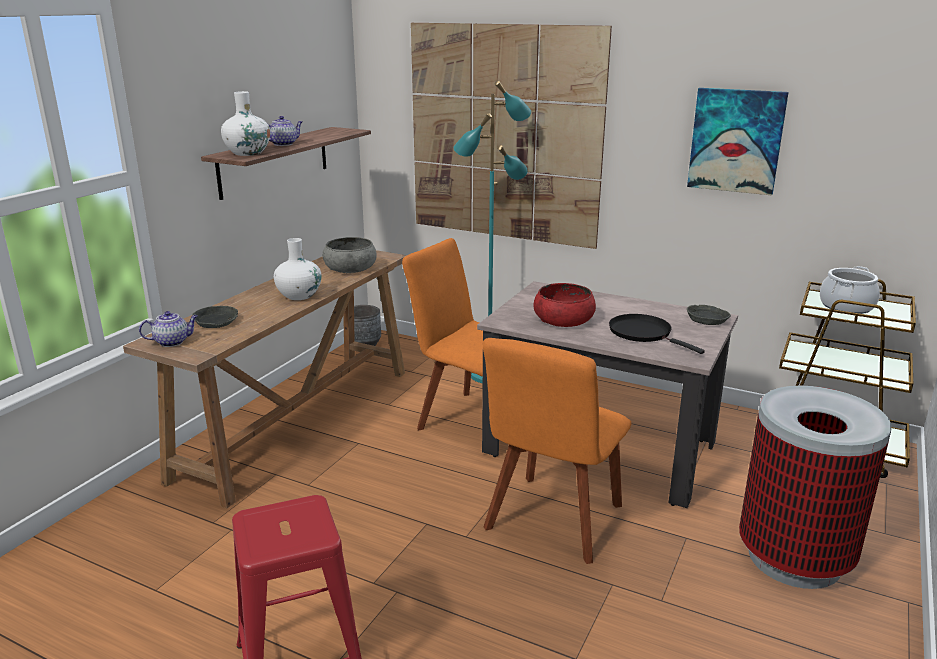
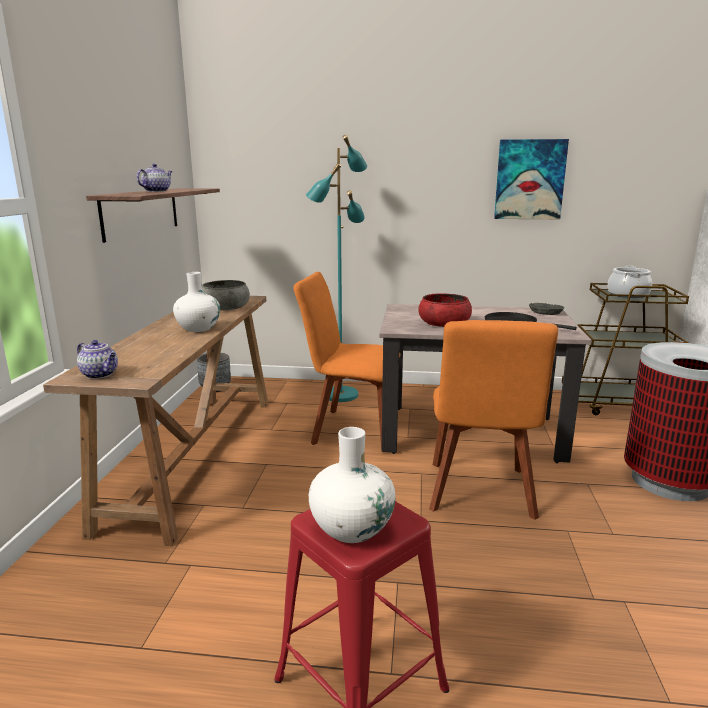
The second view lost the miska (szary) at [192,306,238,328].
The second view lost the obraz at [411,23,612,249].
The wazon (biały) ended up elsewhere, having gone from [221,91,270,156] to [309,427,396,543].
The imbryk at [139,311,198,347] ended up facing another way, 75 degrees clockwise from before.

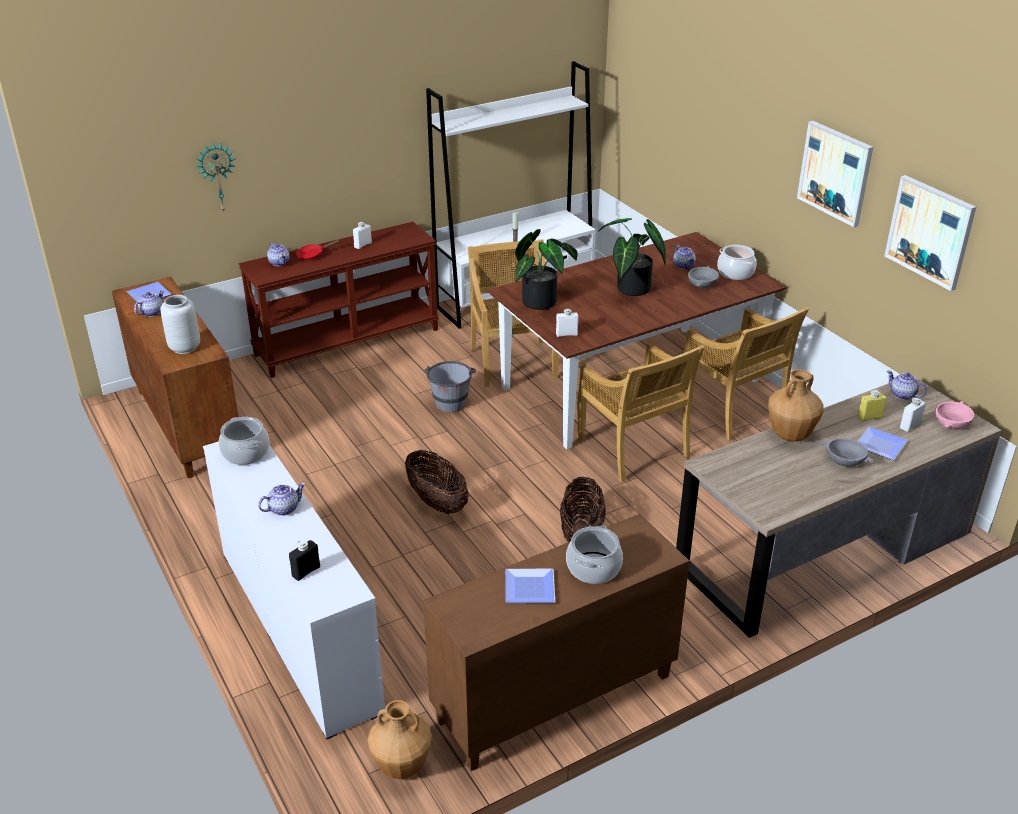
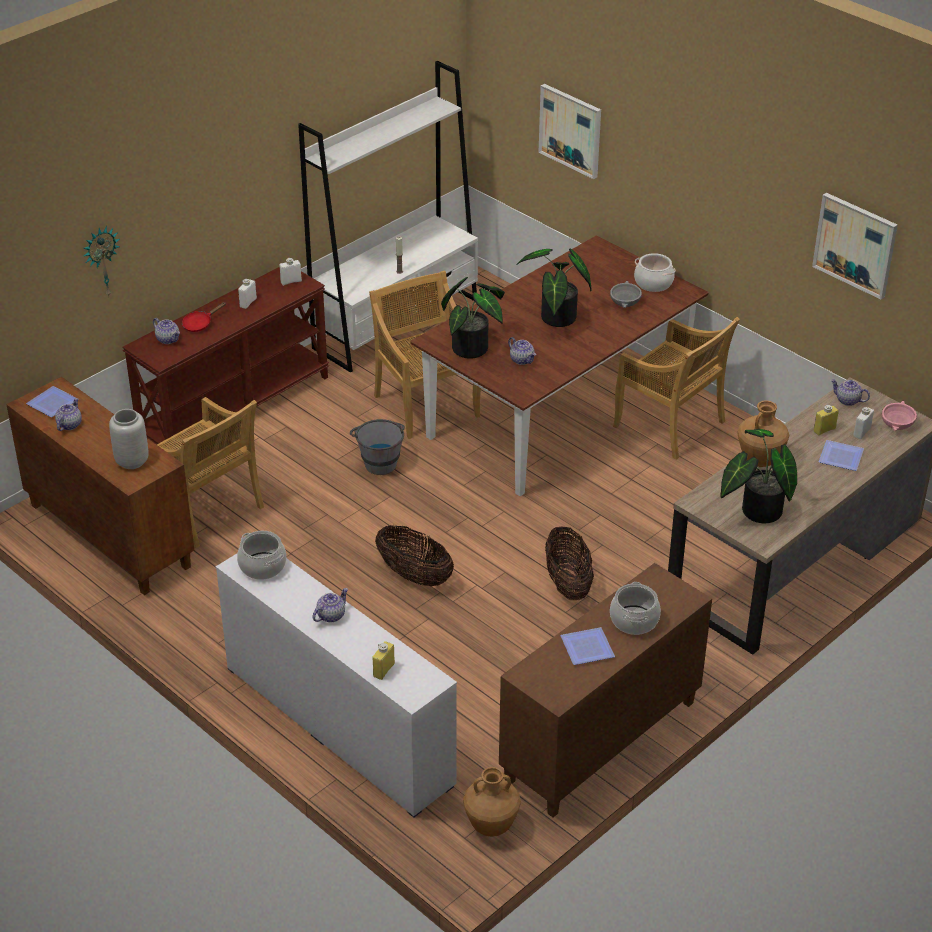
The second view lost the miska (szary) at [820,438,874,466].
The second view gained the roślina doniczkowa at [720,429,797,523].
The butelka (biały) ended up elsewhere, having gone from [556,309,579,337] to [279,258,302,285].
The krzesło (beżowy) ended up elsewhere, having gone from [577,343,705,482] to [157,397,264,548].
The imbryk ended up elsewhere, having gone from [673,245,696,269] to [508,337,536,365].
The obraz ended up elsewhere, having gone from [797,121,873,227] to [539,84,601,179].
What was the butelka (czarny) at [289,540,320,581] turned into the butelka (żółty) at [373,641,395,680].

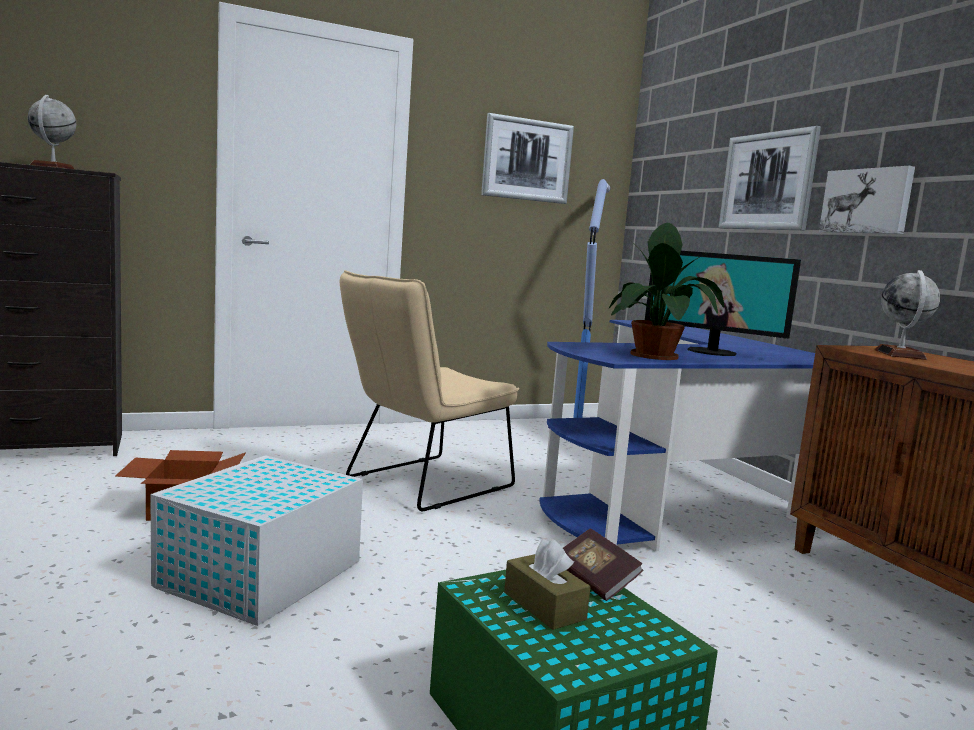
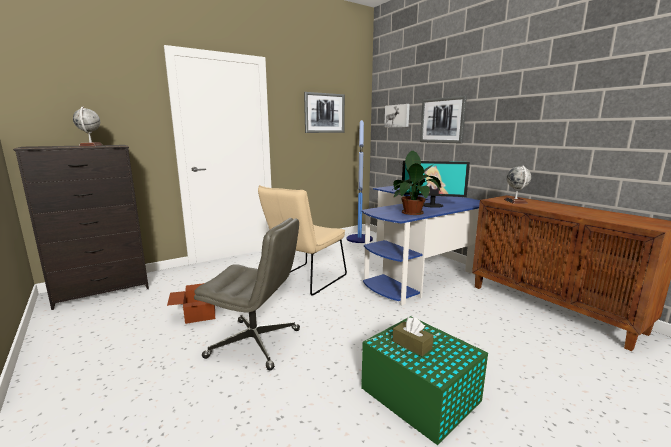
The second view lost the książka at [563,528,643,601].
The obraz ended up elsewhere, having gone from [819,166,915,234] to [384,104,410,127].
Where the pojemnik do przechowywania (biały) stood at [150,455,363,626], the krzesło biurowe (szary) came to stand at [194,218,300,370].

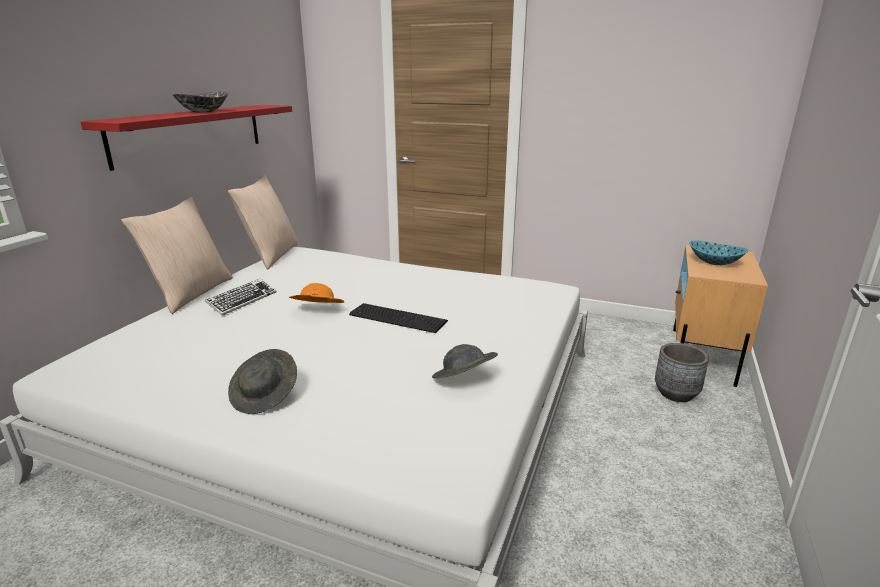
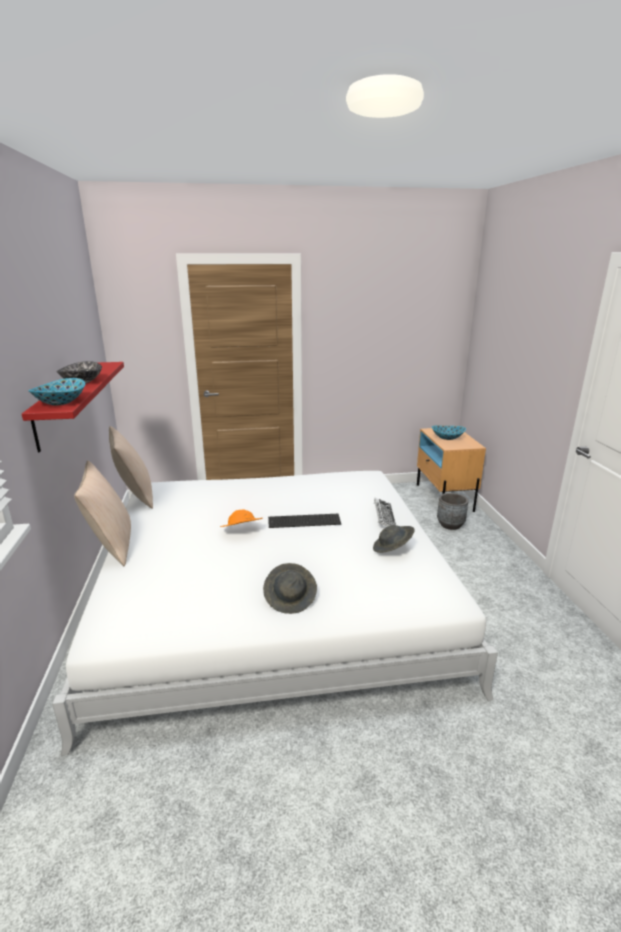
The second view gained the miska at [28,378,85,405].
The klawiatura ended up elsewhere, having gone from [205,278,276,316] to [374,498,396,526].

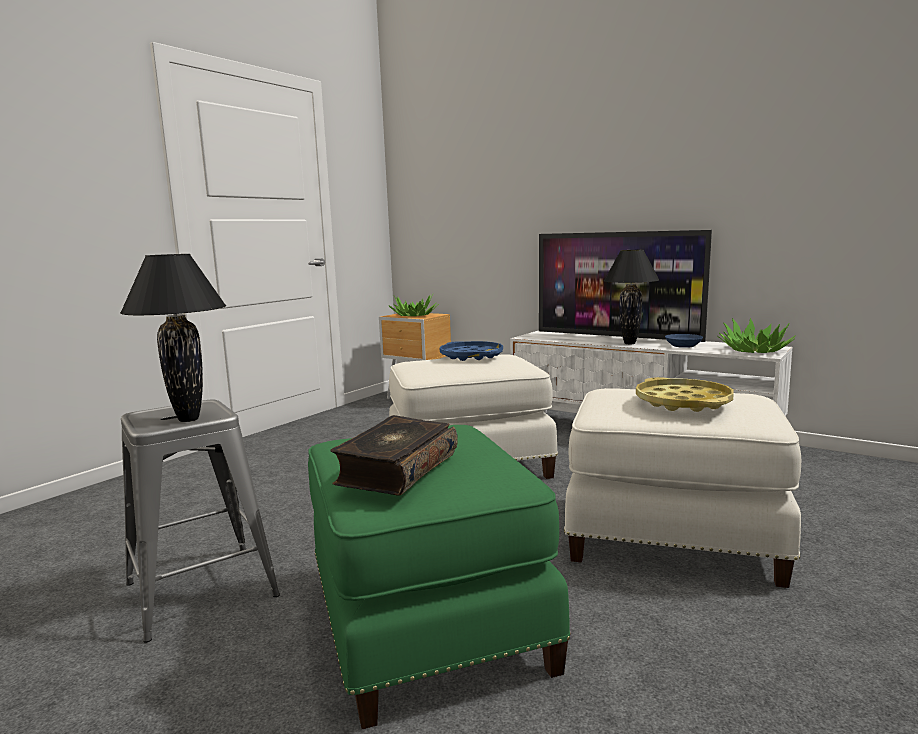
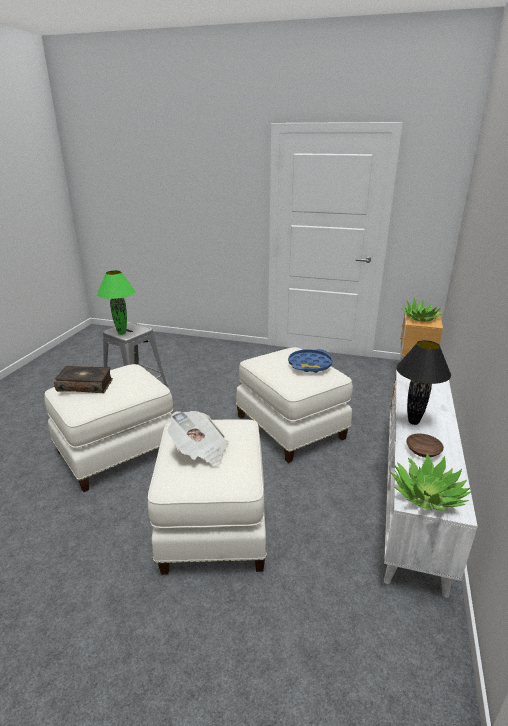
The second view lost the telewizor at [539,230,712,342].
Where the taca (żółty) stood at [636,377,734,412], the gazeta came to stand at [167,411,229,466].
What was the lampa stołowa (czarny) at [120,254,226,422] turned into the lampa stołowa (zielony) at [97,270,136,335].
What was the pufa (zielony) at [308,425,571,729] turned into the pufa (biały) at [44,364,173,492].
What was the miska (niebieski) at [665,334,703,348] turned into the miska (brązowy) at [406,434,444,457].

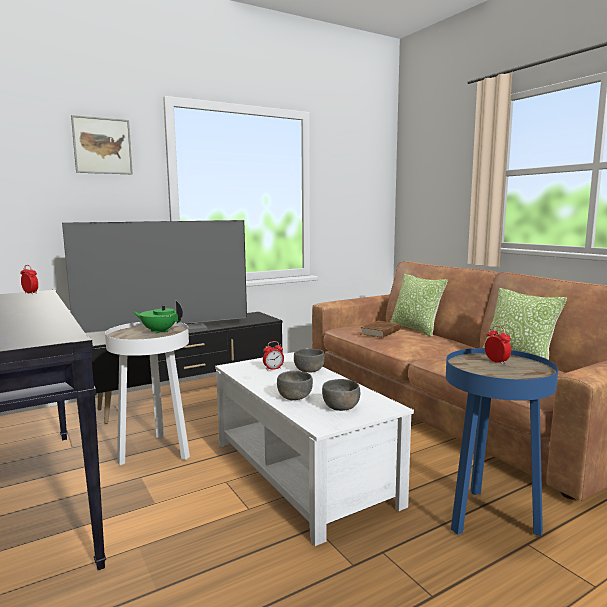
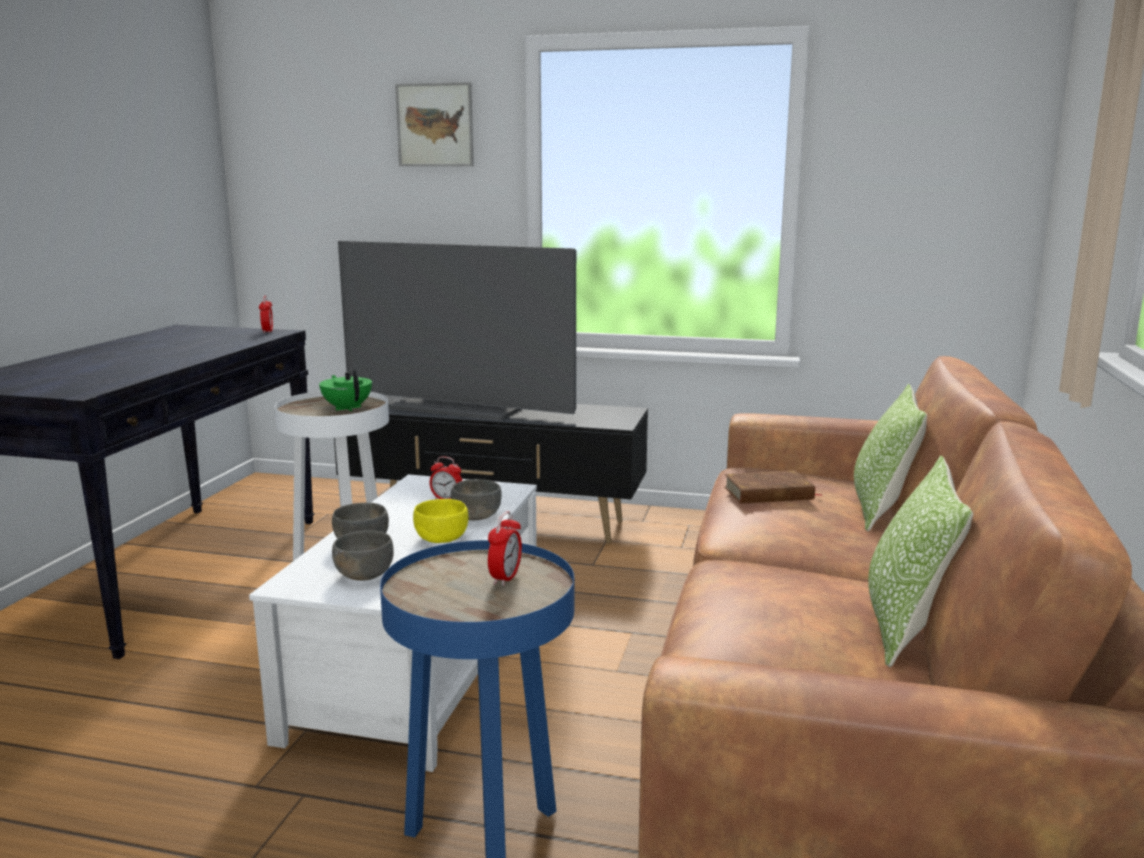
The second view gained the miska (żółty) at [413,499,468,543].

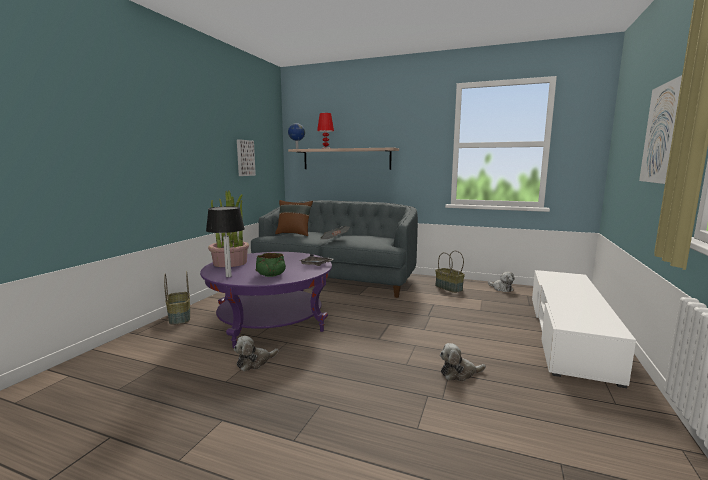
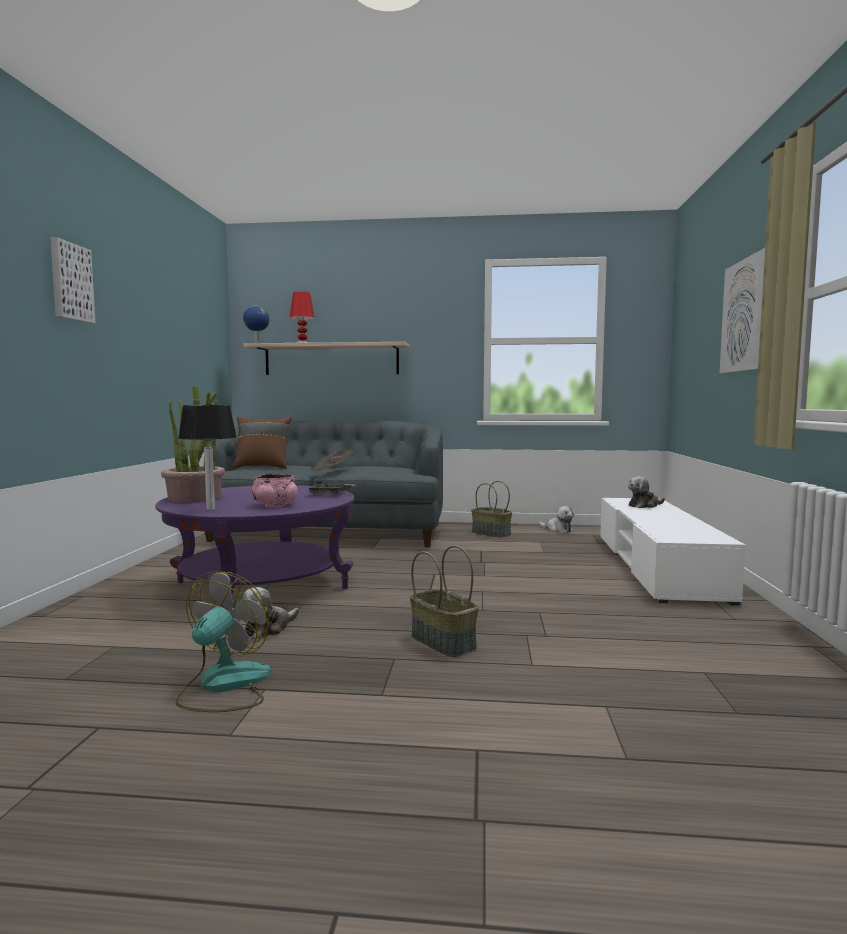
The second view gained the wentylator at [175,572,271,712].
The koszyk ended up elsewhere, having gone from [164,271,190,325] to [410,545,479,657].
The obraz ended up elsewhere, having gone from [237,139,256,176] to [50,237,95,323].
The pluszak ended up elsewhere, having gone from [440,343,486,381] to [628,476,665,508].
What was the miska (zielony) at [255,253,286,277] turned into the miska (różowy) at [252,474,298,507].

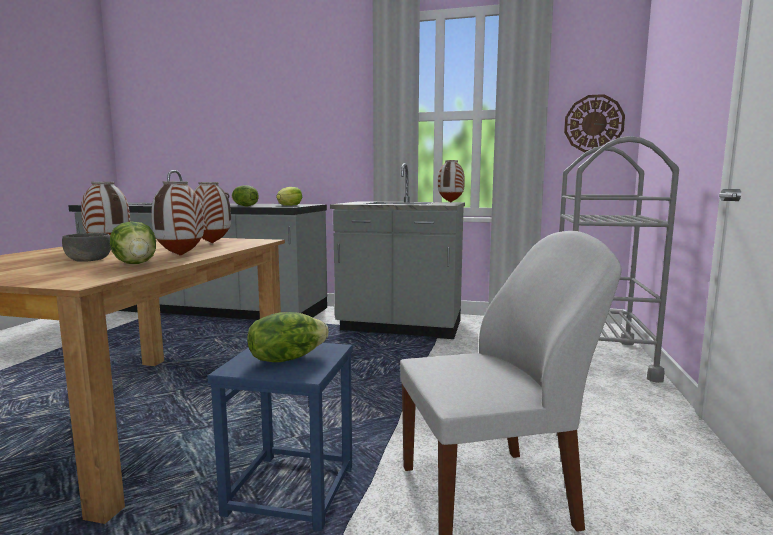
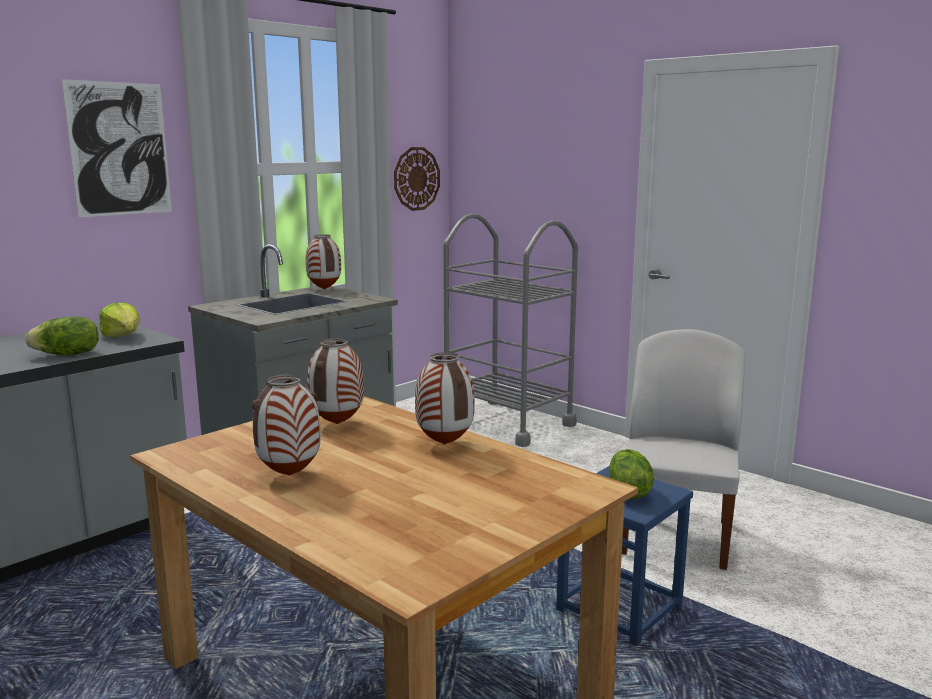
The second view lost the miska (szary) at [62,233,111,262].
The second view lost the sałata at [110,221,156,264].
The second view gained the obraz at [62,79,172,218].

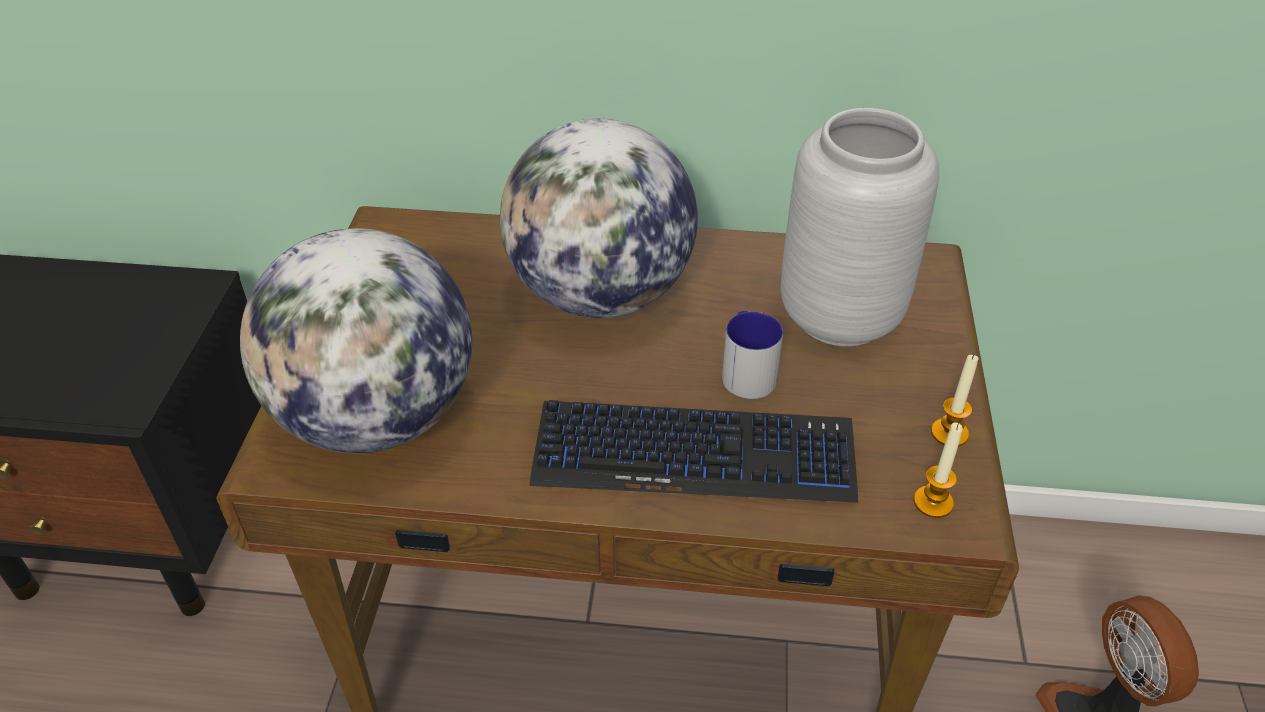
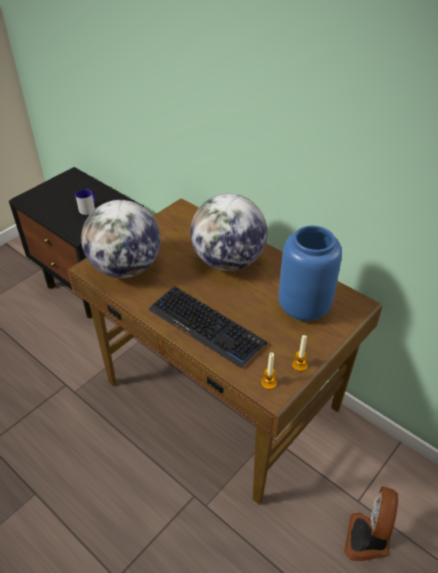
The kubek ended up elsewhere, having gone from [722,311,783,399] to [75,189,95,215].
What was the wazon (szary) at [781,108,939,346] turned into the wazon (niebieski) at [279,226,342,321].

